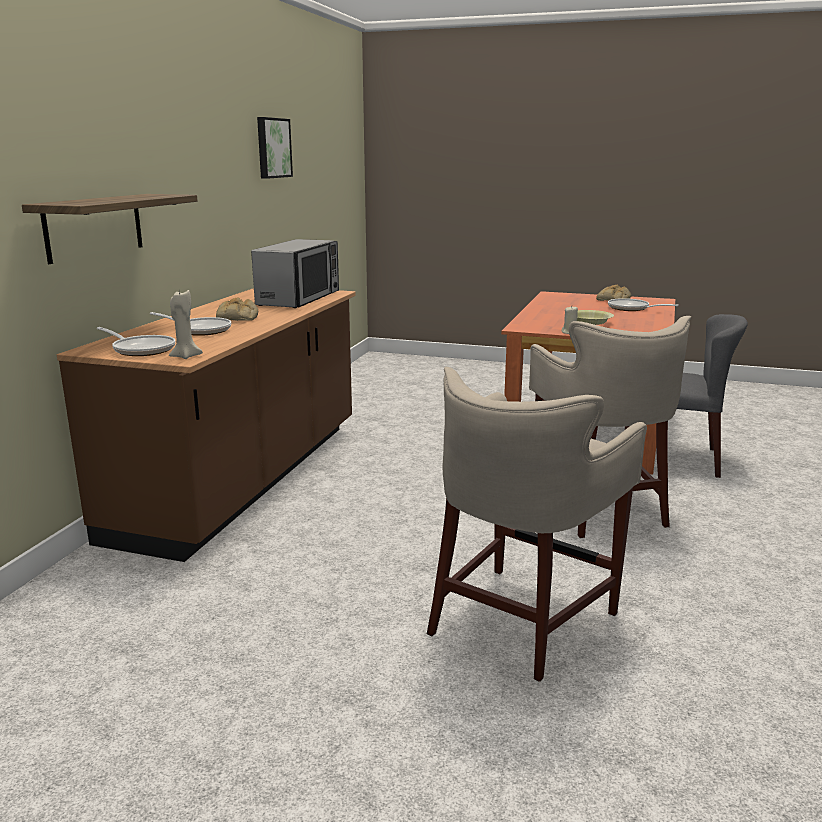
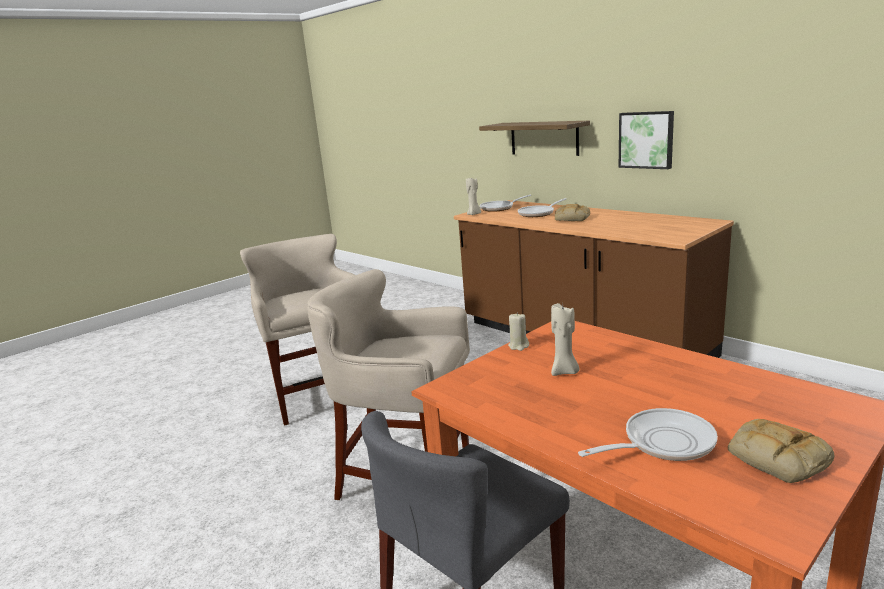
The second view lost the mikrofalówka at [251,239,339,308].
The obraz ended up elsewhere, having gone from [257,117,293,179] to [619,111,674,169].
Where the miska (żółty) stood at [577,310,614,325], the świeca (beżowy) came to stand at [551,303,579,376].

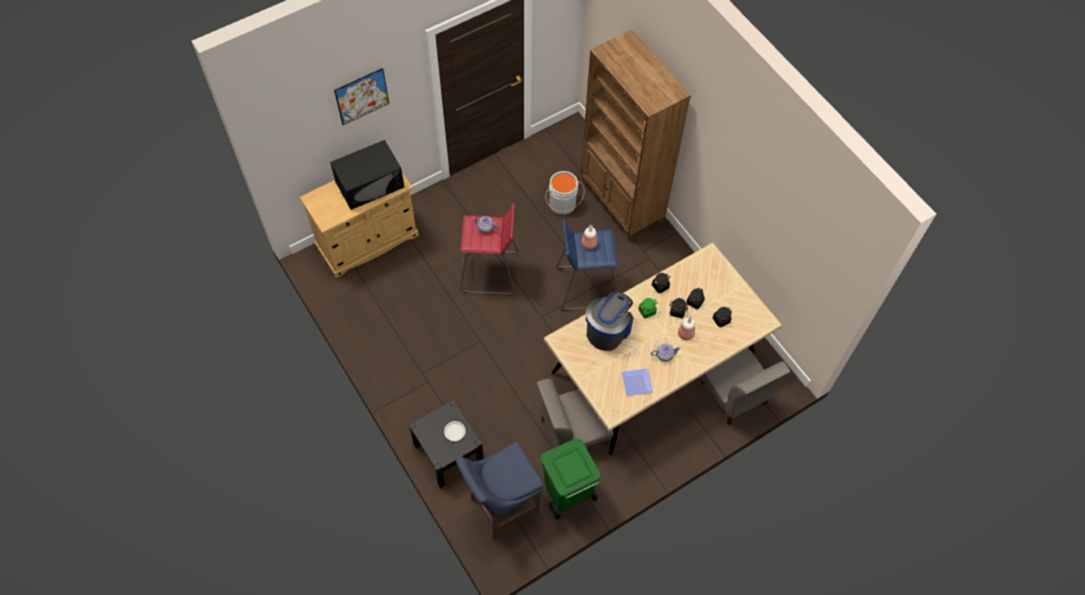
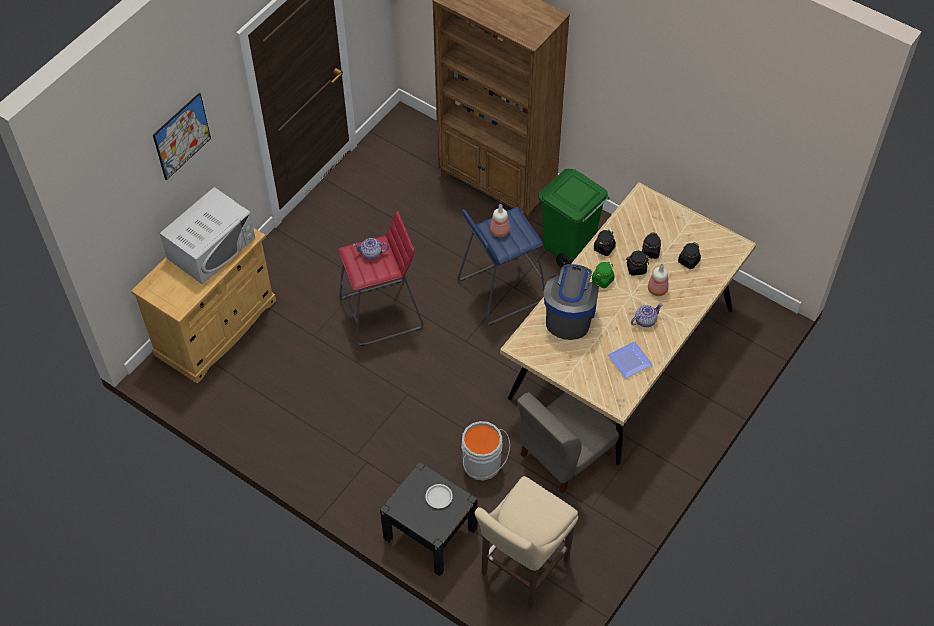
The second view lost the krzesło (szary) at [700,348,790,425].
The kosz na śmieci (zielony) ended up elsewhere, having gone from [540,438,601,519] to [539,169,610,268].
The wiadro (szary) ended up elsewhere, having gone from [545,171,584,215] to [461,421,510,480].
What was the mikrofalówka (czarny) at [330,140,404,210] turned into the mikrofalówka (biały) at [160,187,255,284].
What was the stołek (niebieski) at [456,442,544,539] turned into the stołek (beżowy) at [475,476,578,609].

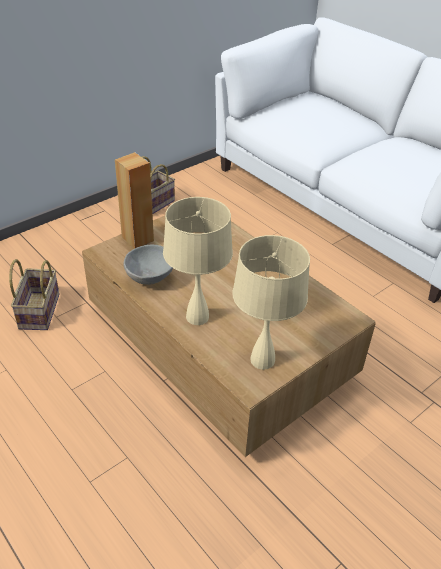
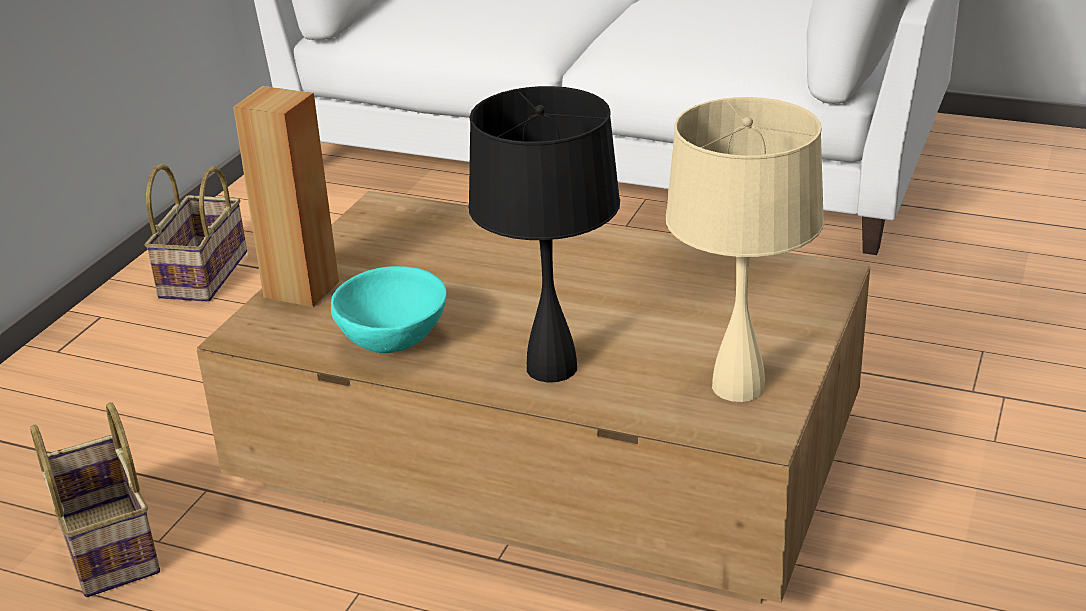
What was the miska (szary) at [123,245,173,285] turned into the miska (turkusowy) at [331,266,447,353].
What was the lampa stołowa (beżowy) at [163,197,233,325] turned into the lampa stołowa (czarny) at [468,86,620,382].

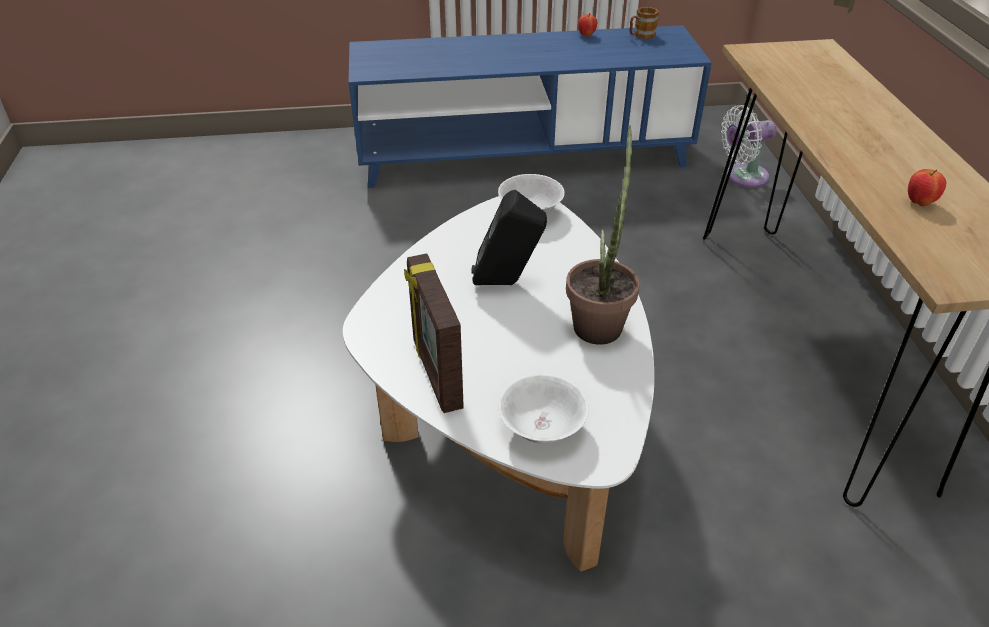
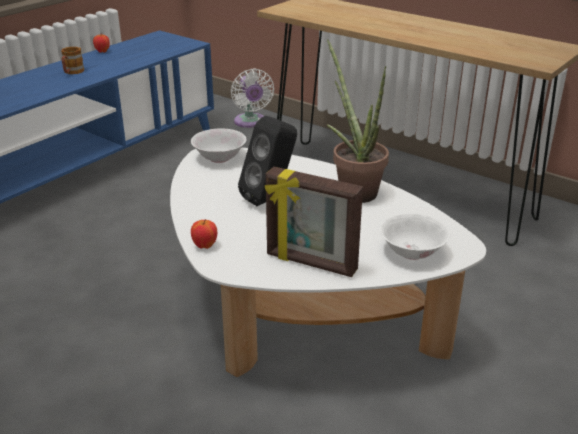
The kubek ended up elsewhere, having gone from [630,7,659,39] to [61,47,84,74].
The jabłko ended up elsewhere, having gone from [908,169,946,206] to [191,219,217,249].
The wentylator (biały) at [721,105,777,188] ended up facing another way, 45 degrees counterclockwise from before.

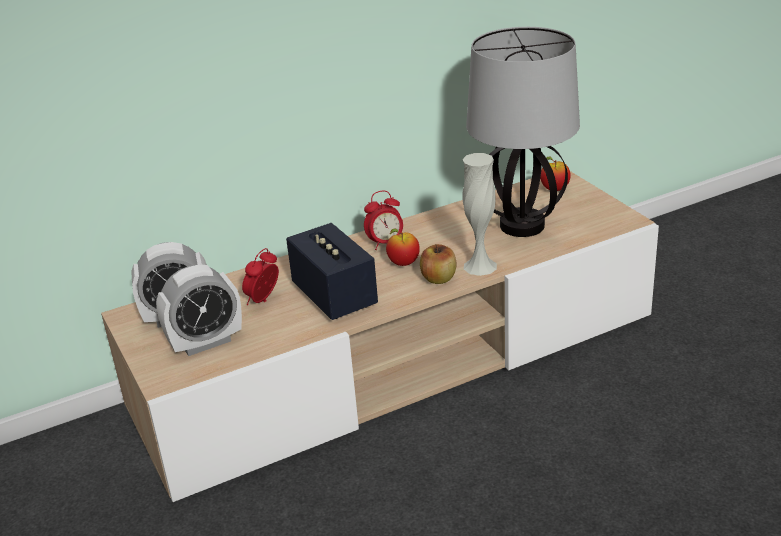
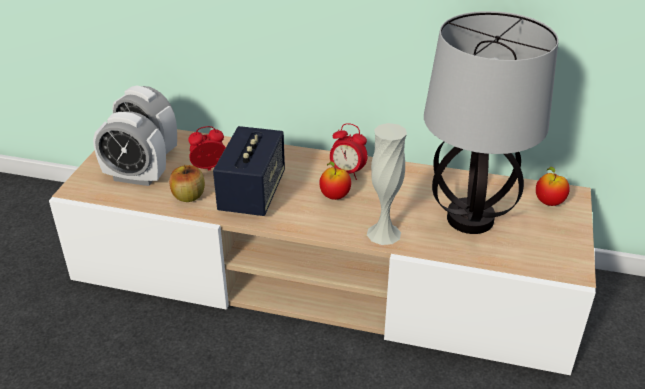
The jabłko ended up elsewhere, having gone from [420,244,457,284] to [169,165,205,202].

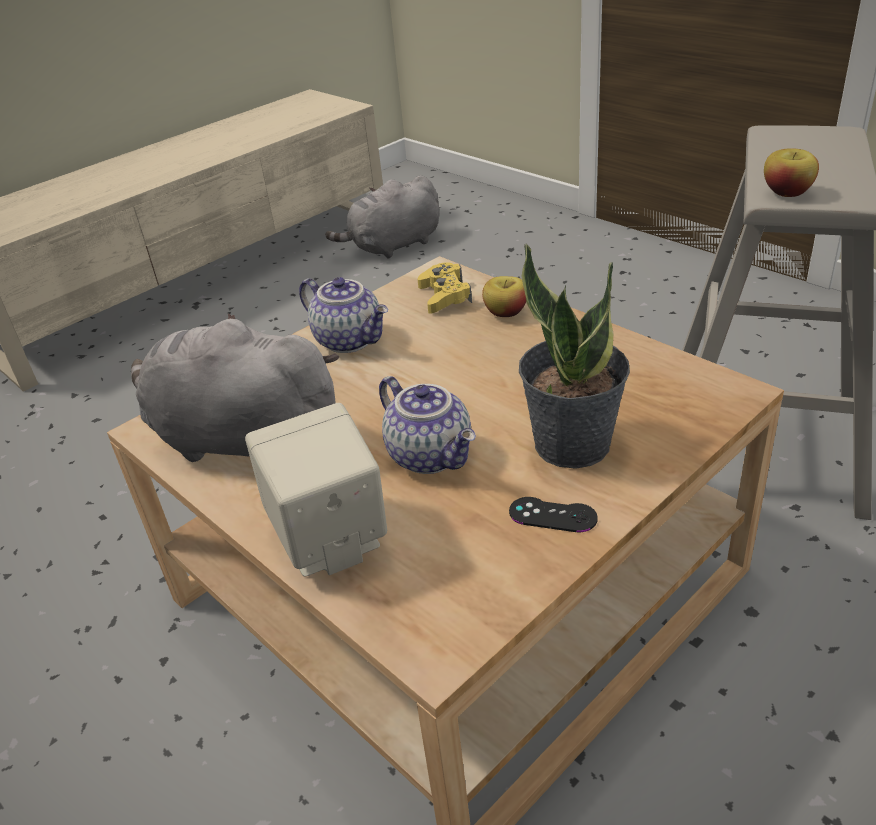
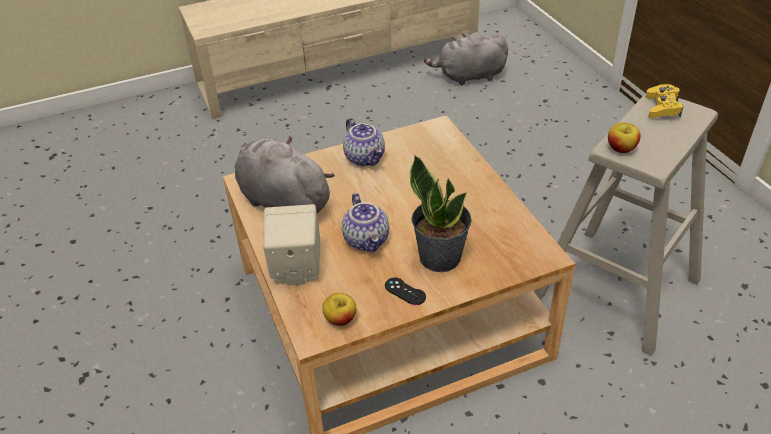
The pad do gier (żółty) ended up elsewhere, having gone from [417,262,472,314] to [646,84,683,118].
The jabłko ended up elsewhere, having gone from [482,276,526,317] to [322,293,356,326].

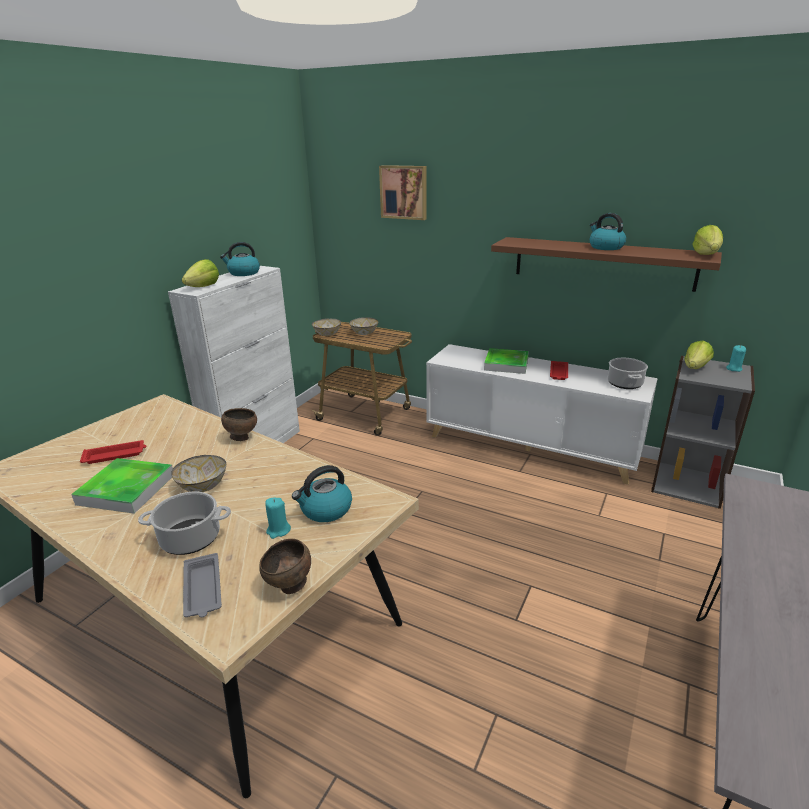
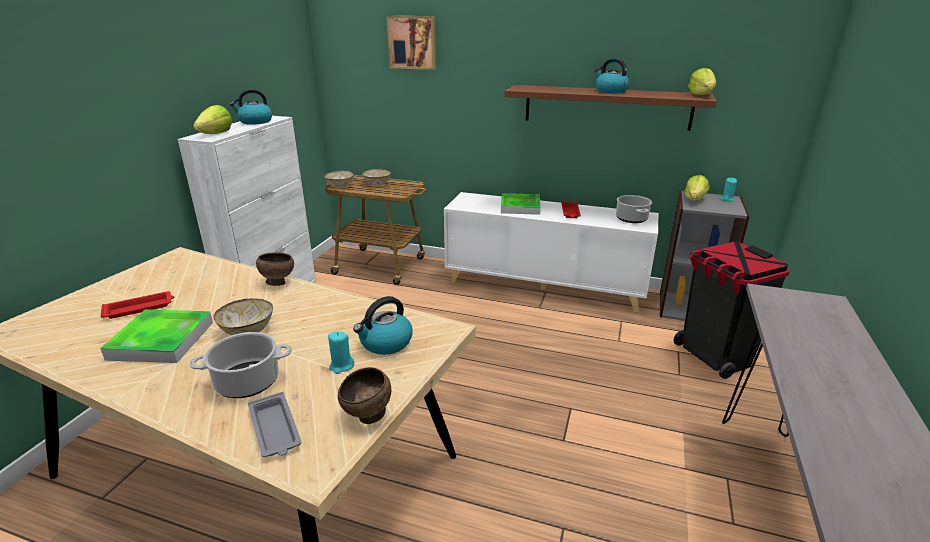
The second view gained the kosz na śmieci (czarny) at [674,241,790,379].

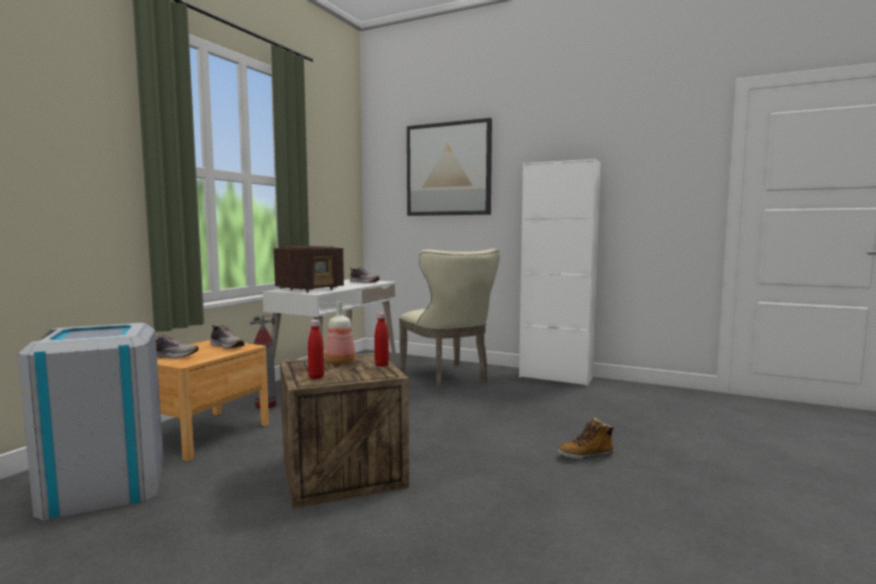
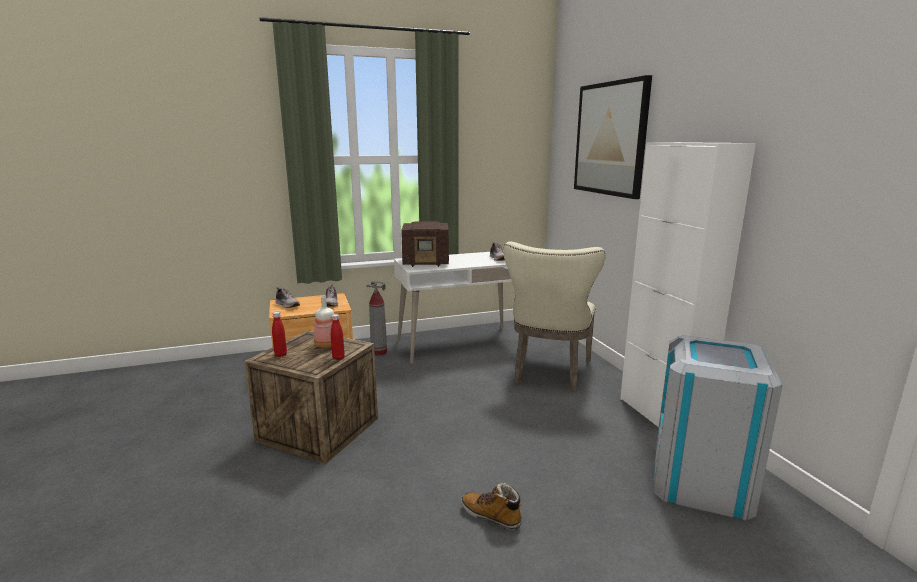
The kosz na śmieci (szary) ended up elsewhere, having gone from [18,323,164,520] to [654,335,783,521].

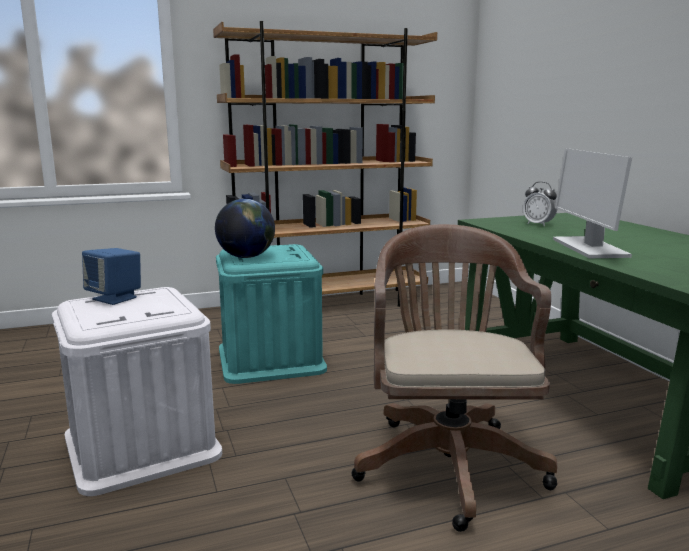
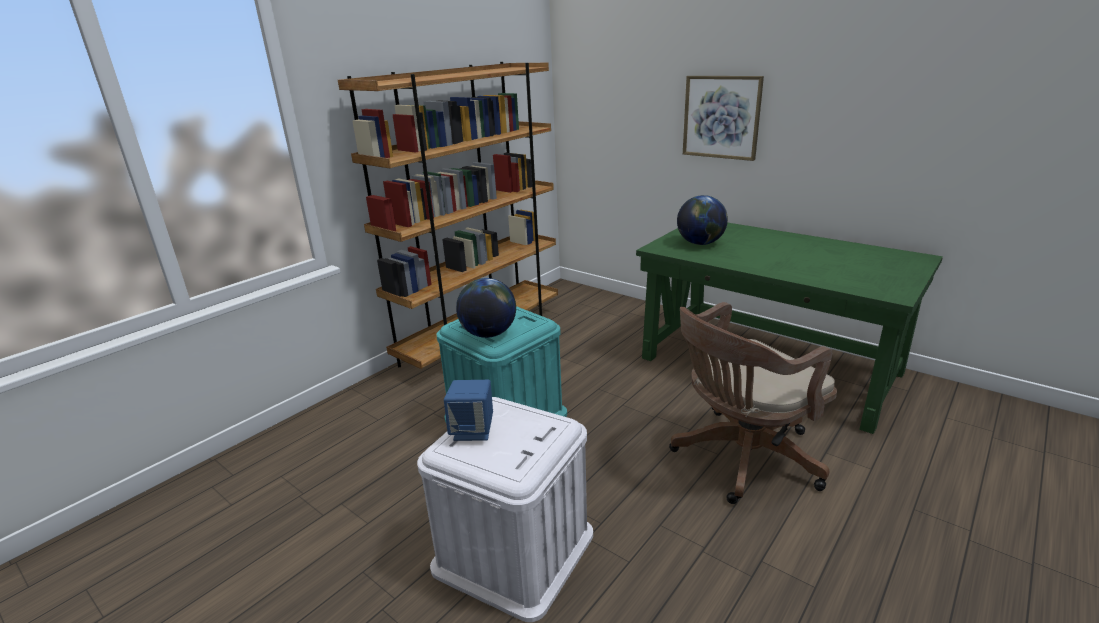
The second view lost the monitor at [553,148,632,258].
The second view gained the obraz at [683,76,764,161].
Where the budzik stood at [523,182,557,226], the globus came to stand at [677,195,728,245].
The krzesło biurowe (brązowy) at [352,224,557,532] ended up facing another way, 90 degrees counterclockwise from before.

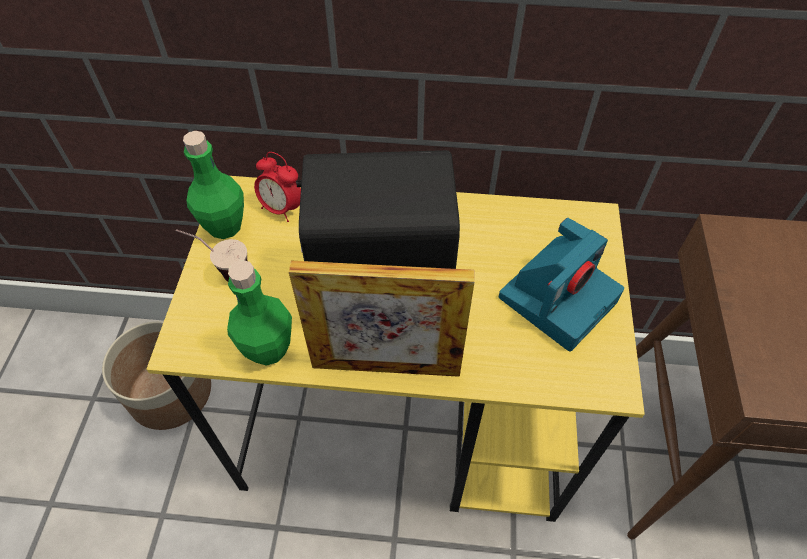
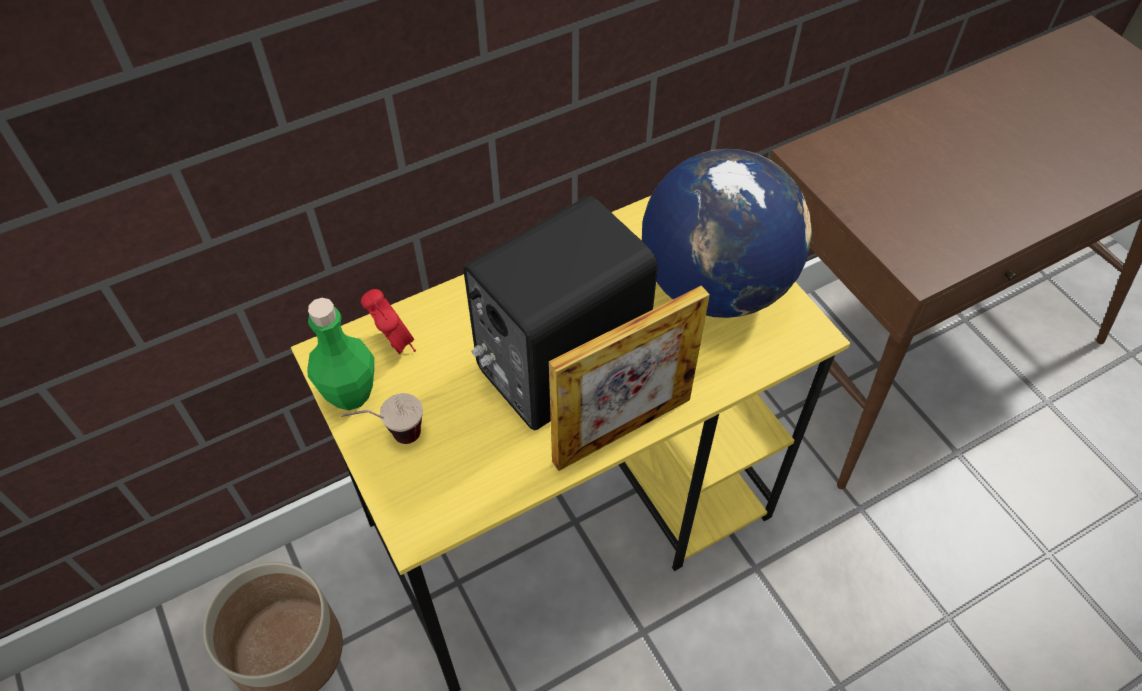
The second view lost the butelka (zielony) at [227,260,292,366].
Where the aparat fotograficzny stood at [499,218,624,352], the globus came to stand at [642,149,812,318].
The budzik at [254,152,301,222] ended up facing another way, 120 degrees counterclockwise from before.

